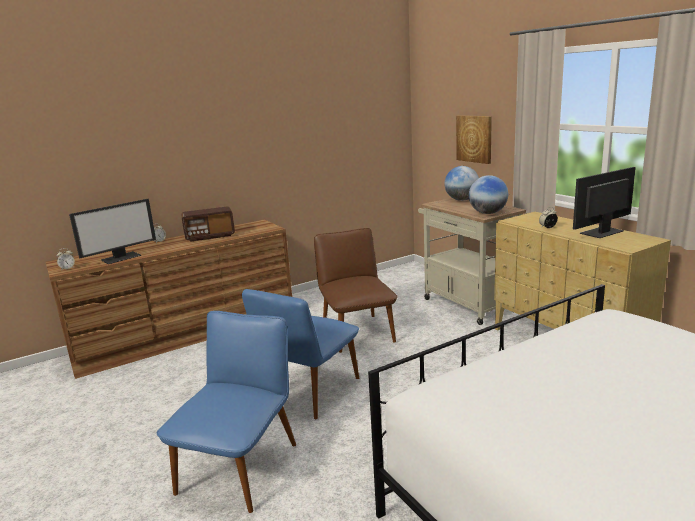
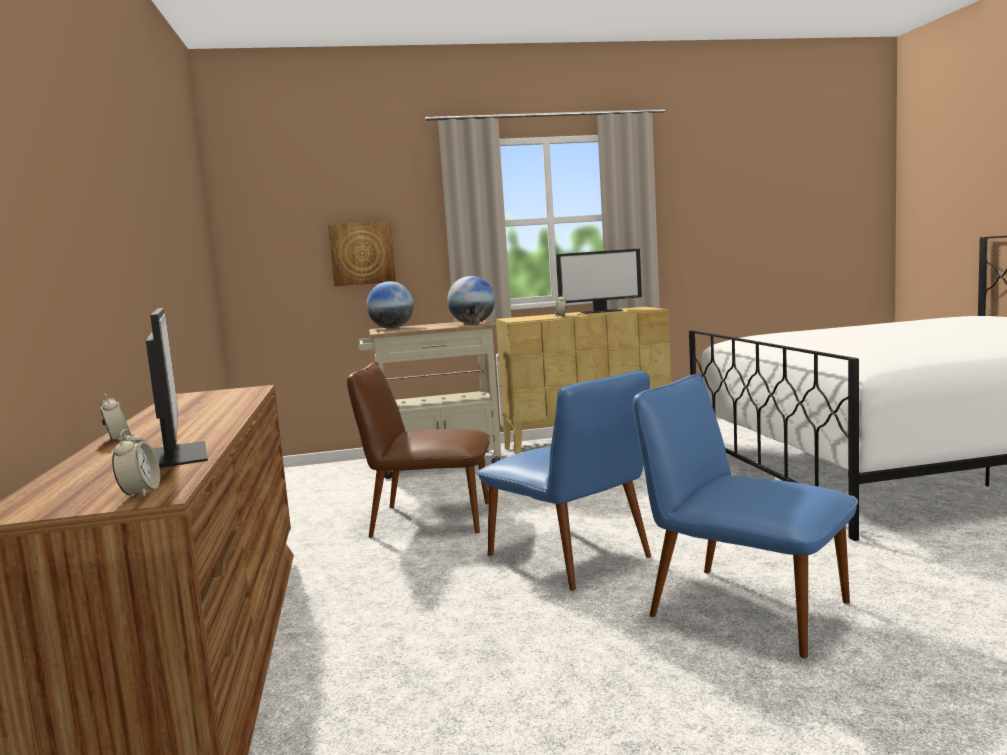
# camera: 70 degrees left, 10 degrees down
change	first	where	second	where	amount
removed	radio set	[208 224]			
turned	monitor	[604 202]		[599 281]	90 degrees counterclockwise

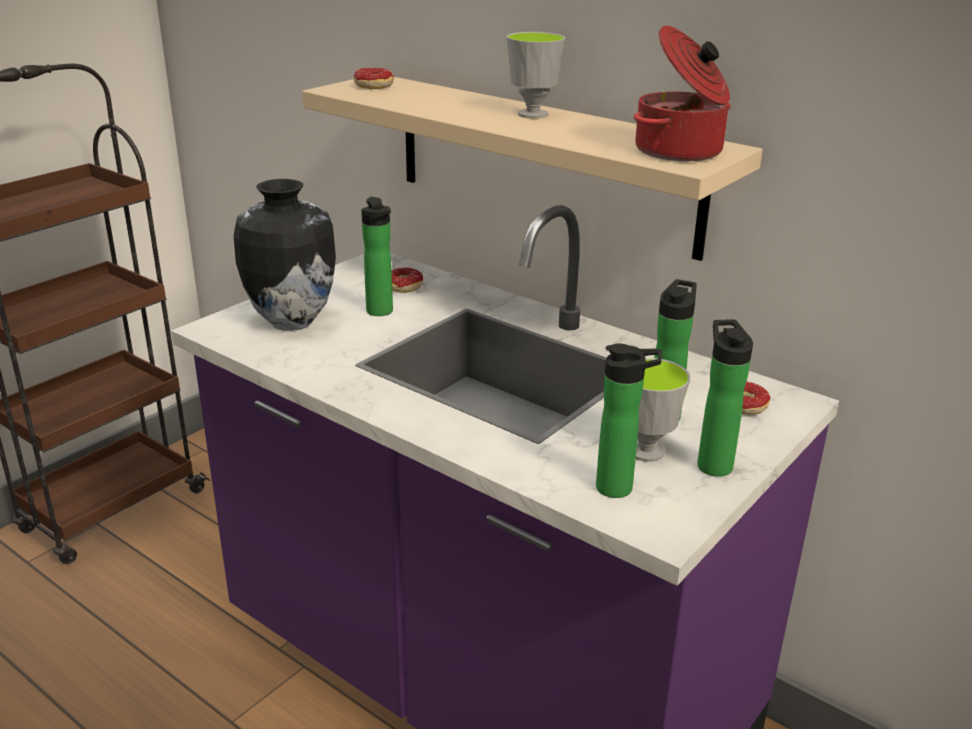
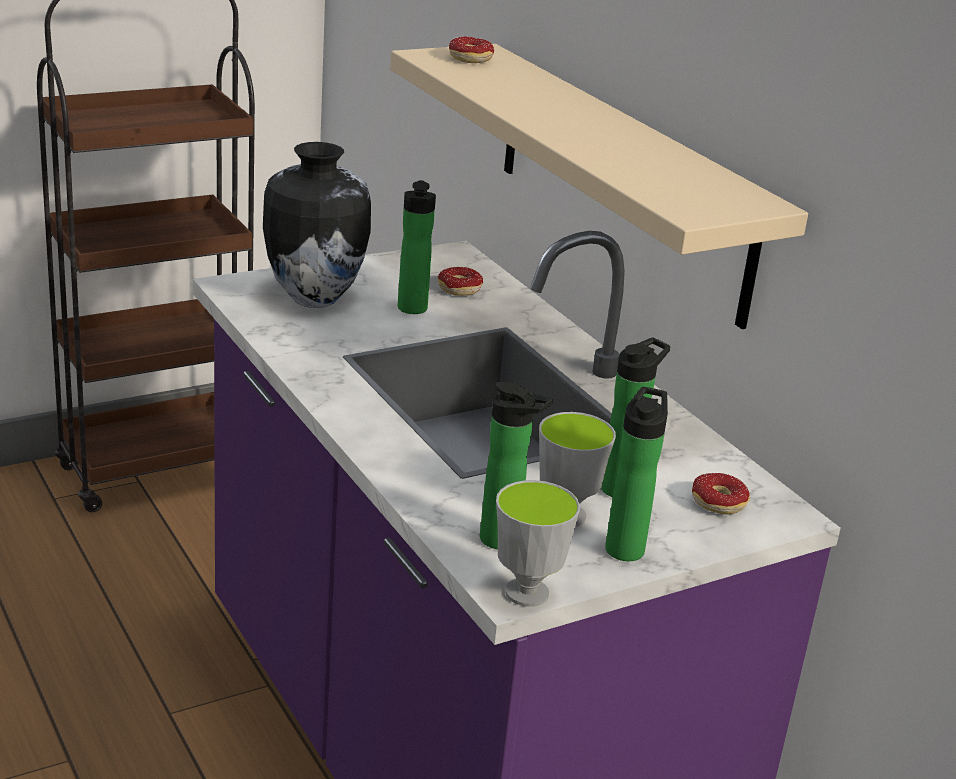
# camera: 20 degrees right, 0 degrees up
change	first	where	second	where	amount
moved	cup	[536 75]		[538 543]	
removed	cooking pot	[682 93]			

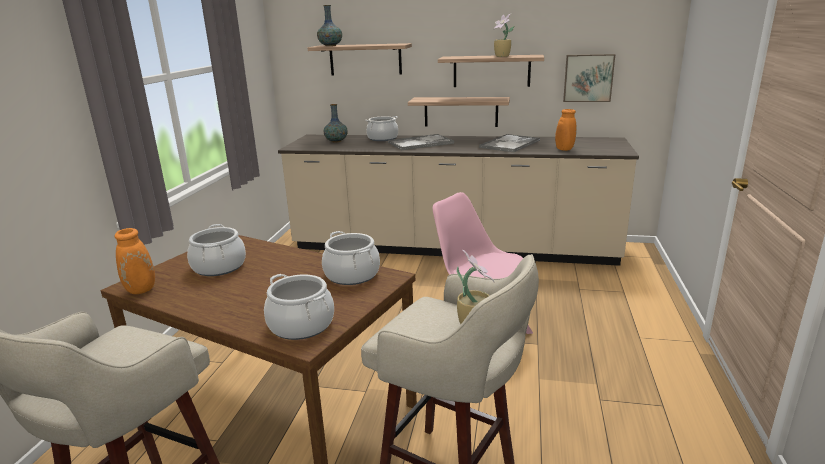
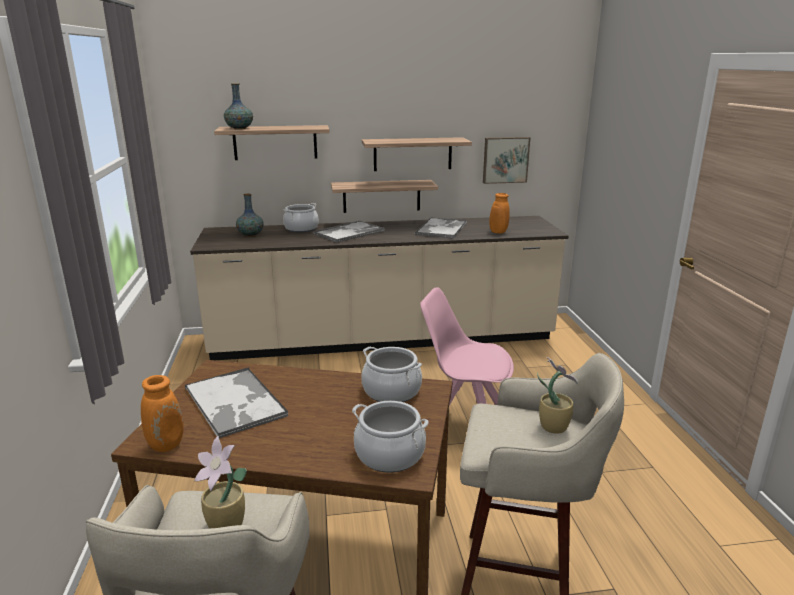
# camera: 20 degrees left, 0 degrees up
change	first	where	second	where	amount
replaced	cooking pot	[216 250]	tray	[237 402]	
moved	potted plant	[504 35]		[220 482]	

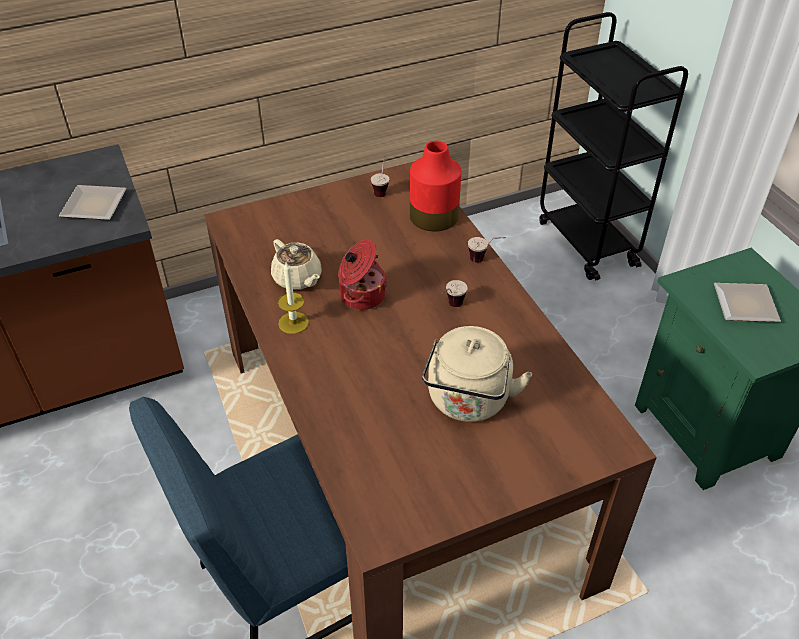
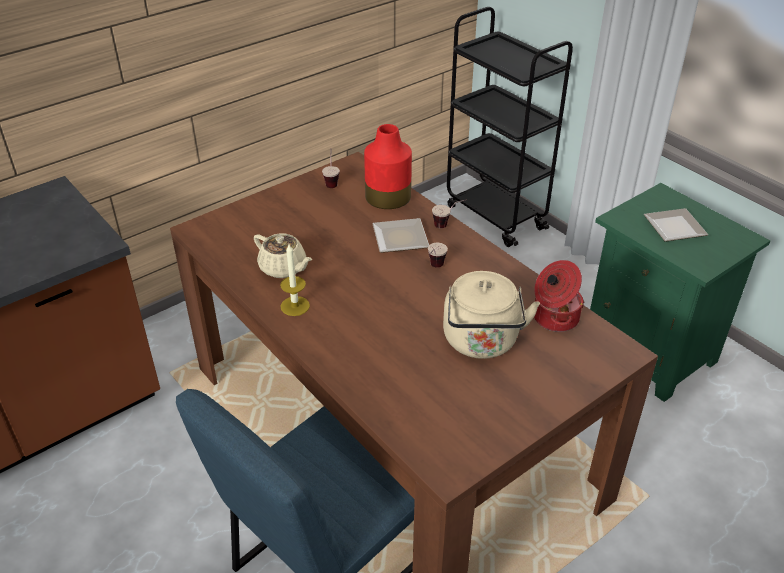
# camera: 15 degrees left, 5 degrees down
change	first	where	second	where	amount
moved	plate	[93 202]		[400 235]	
moved	cooking pot	[362 275]		[559 296]	

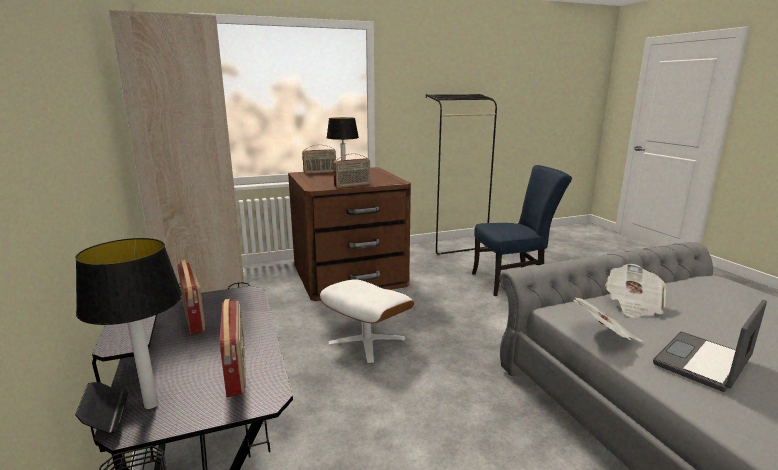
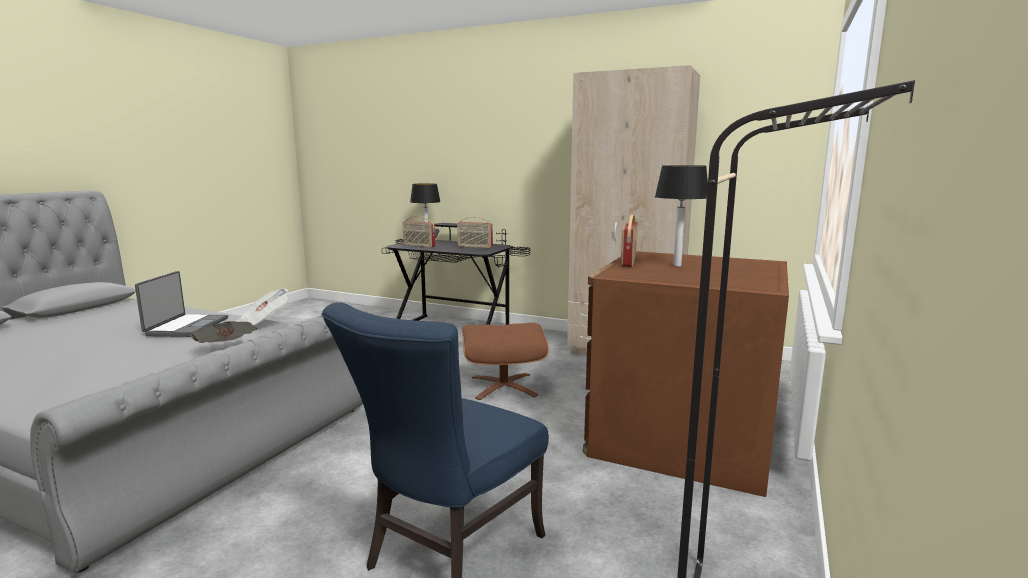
# camera: 135 degrees right, 5 degrees down
change	first	where	second	where	amount
removed	radio set	[319 159]			
recoloured	ottoman/white	[367 321]	ottoman/brown	[505 361]	

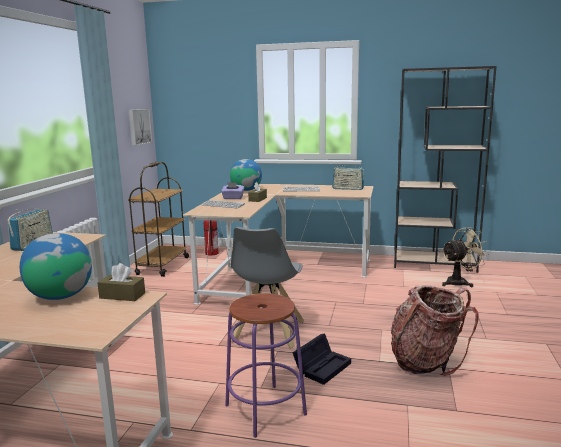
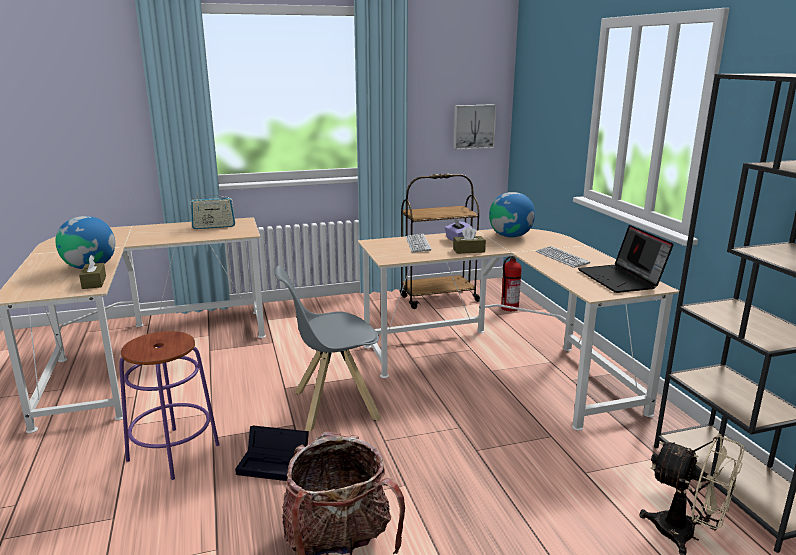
# camera: 60 degrees right, 5 degrees up
change	first	where	second	where	amount
replaced	radio set	[348 176]	laptop	[626 259]	

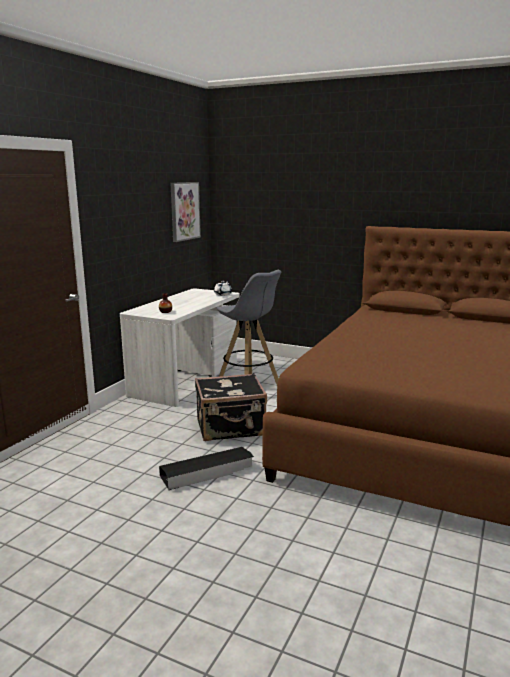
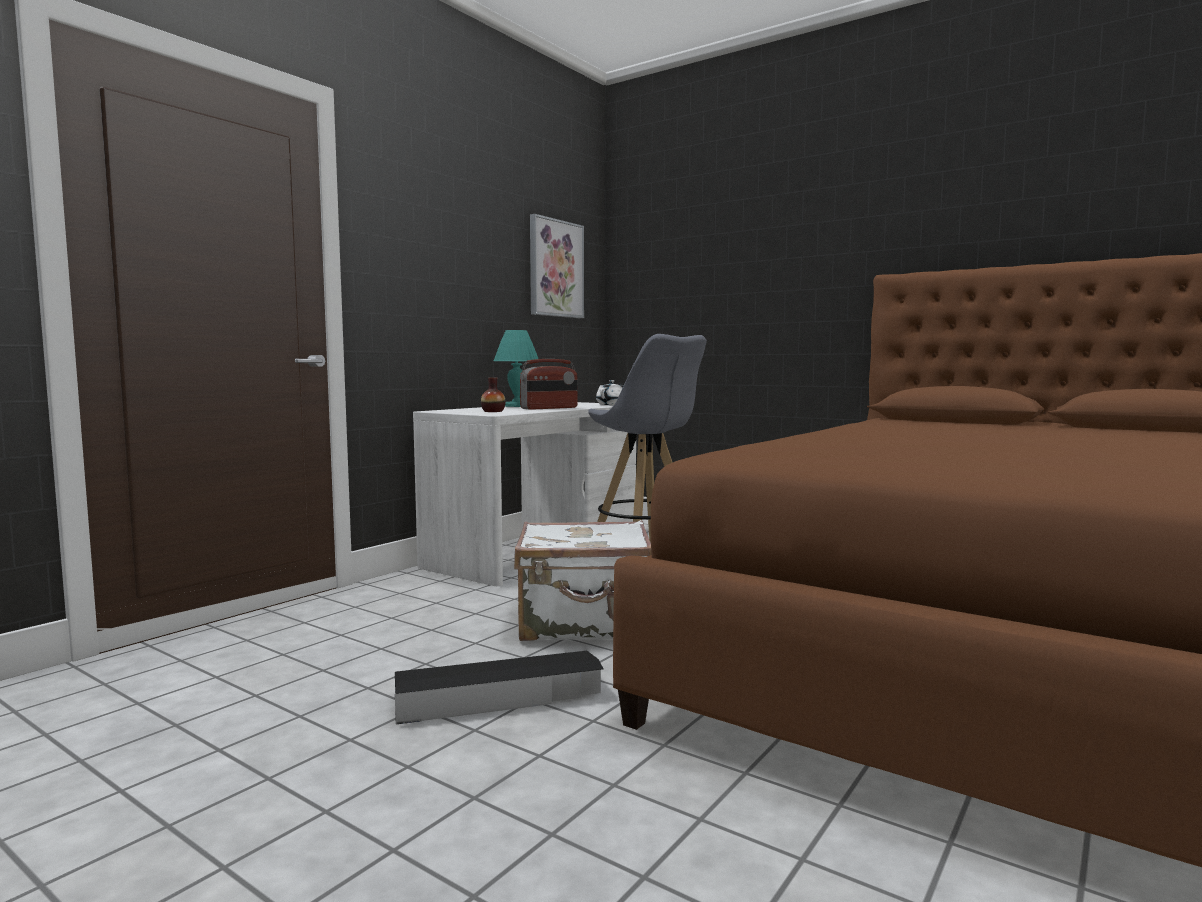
# camera: 10 degrees right, 10 degrees down
change	first	where	second	where	amount
recoloured	piece of luggage/black	[231 407]	piece of luggage/white	[583 580]	
added			tabletop lamp/turquoise	[516 368]	
added			radio set	[549 384]	

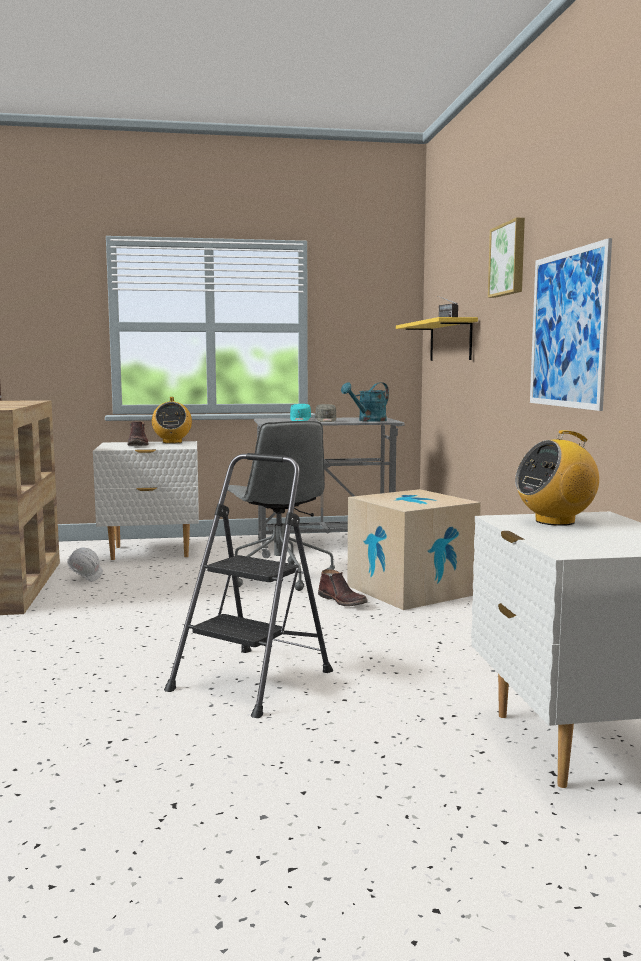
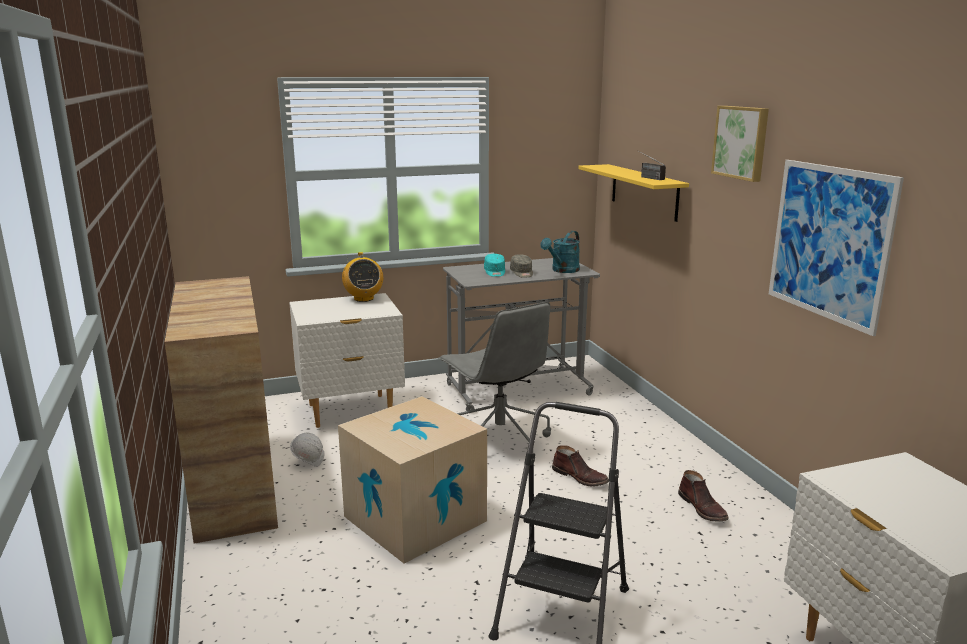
# camera: 10 degrees left, 10 degrees up
change	first	where	second	where	amount
moved	boot/brown	[138 433]		[703 496]	
moved	packing box	[414 549]		[412 480]	
removed	radio set	[557 478]			

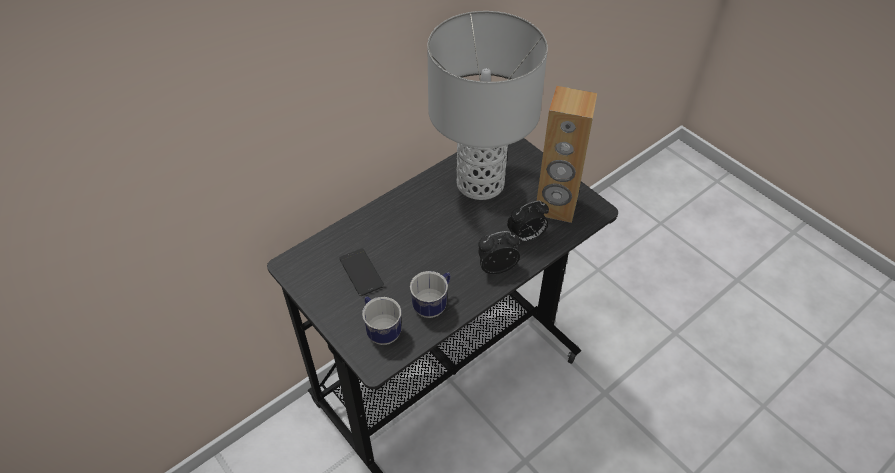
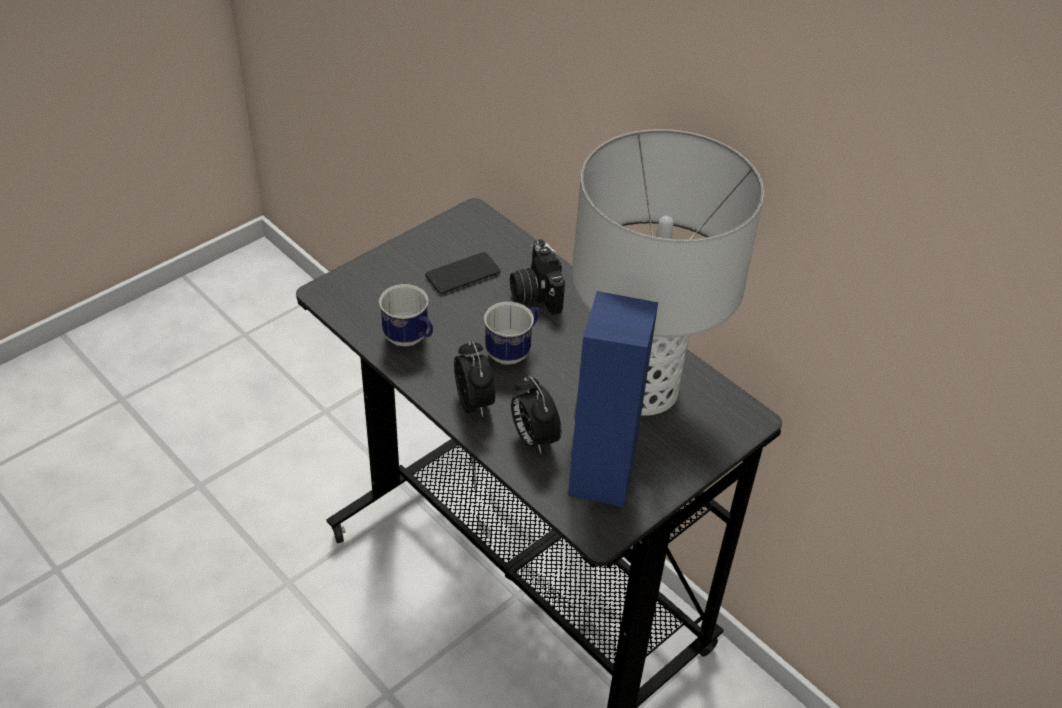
# camera: 85 degrees right, 5 degrees down
change	first	where	second	where	amount
moved	coffee mug	[381 321]		[511 333]	
recoloured	speaker/brown	[567 154]	speaker/bluish	[613 399]	
added			still camera	[537 277]	

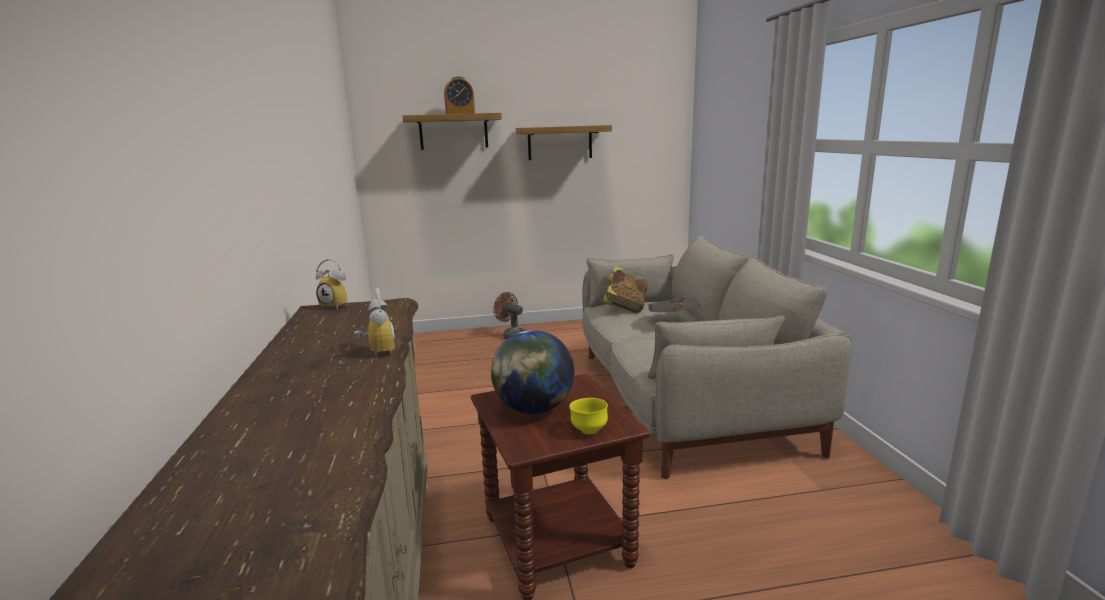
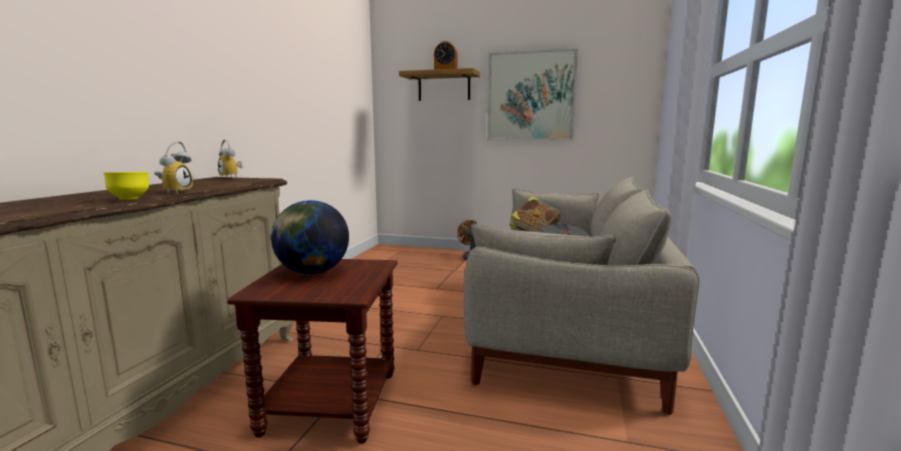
# camera: 25 degrees right, 5 degrees down
change	first	where	second	where	amount
replaced	bracket shelf	[564 142]	picture	[532 94]	
moved	deep dish/yellowish	[588 416]		[126 186]	

